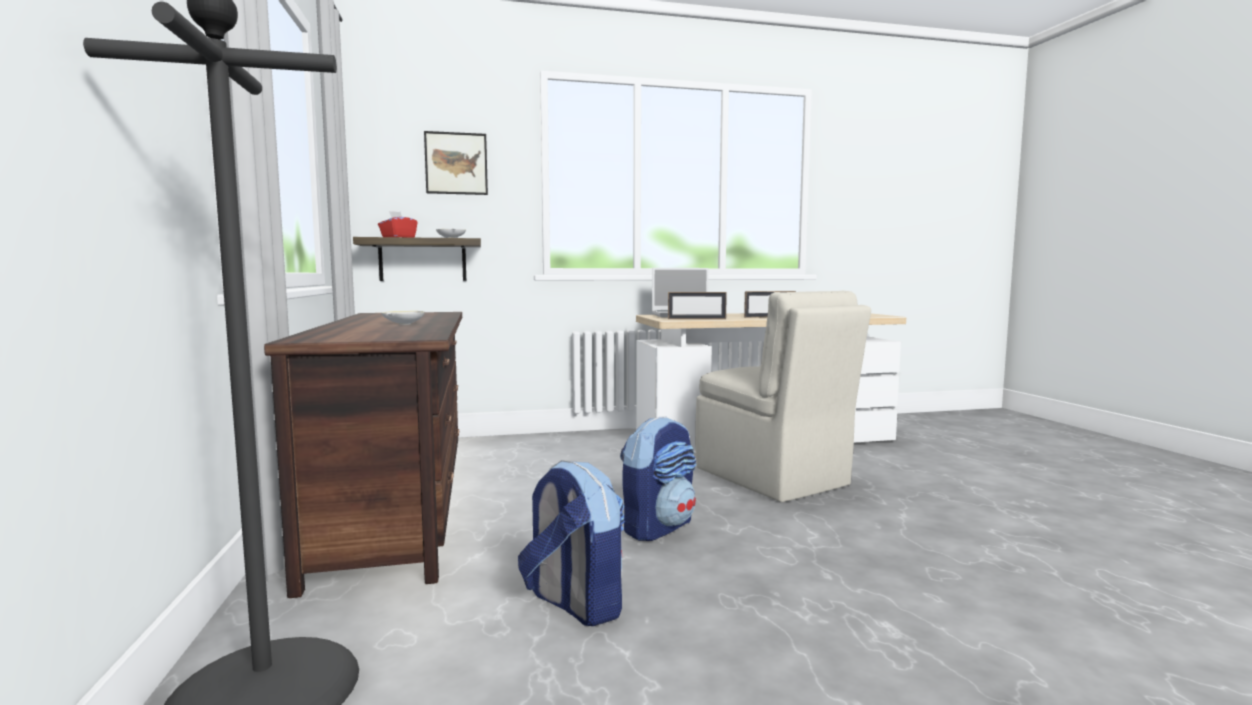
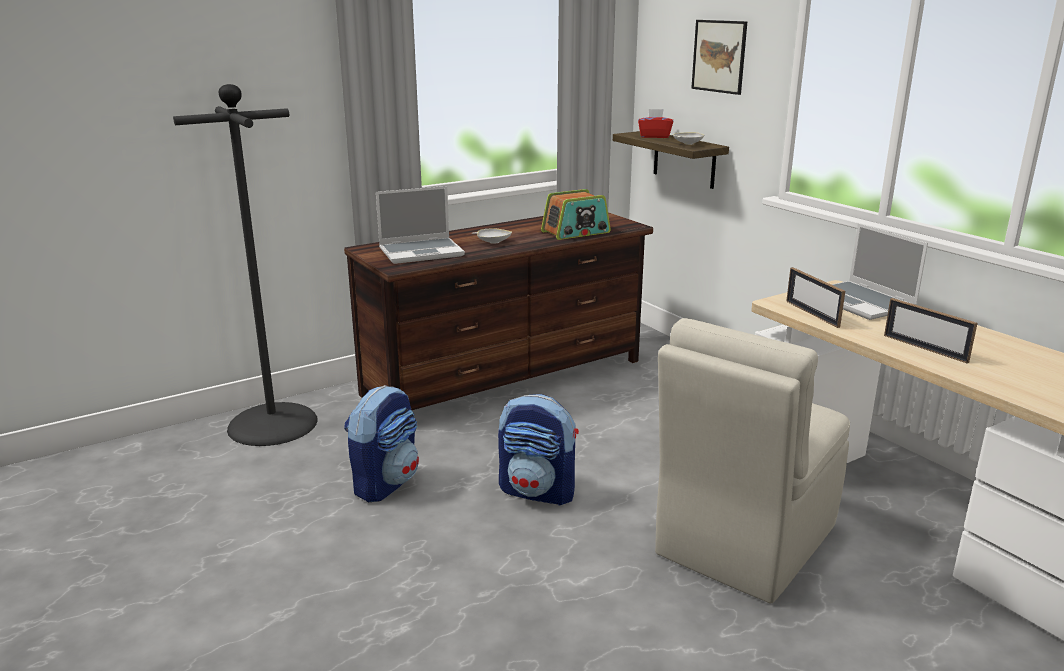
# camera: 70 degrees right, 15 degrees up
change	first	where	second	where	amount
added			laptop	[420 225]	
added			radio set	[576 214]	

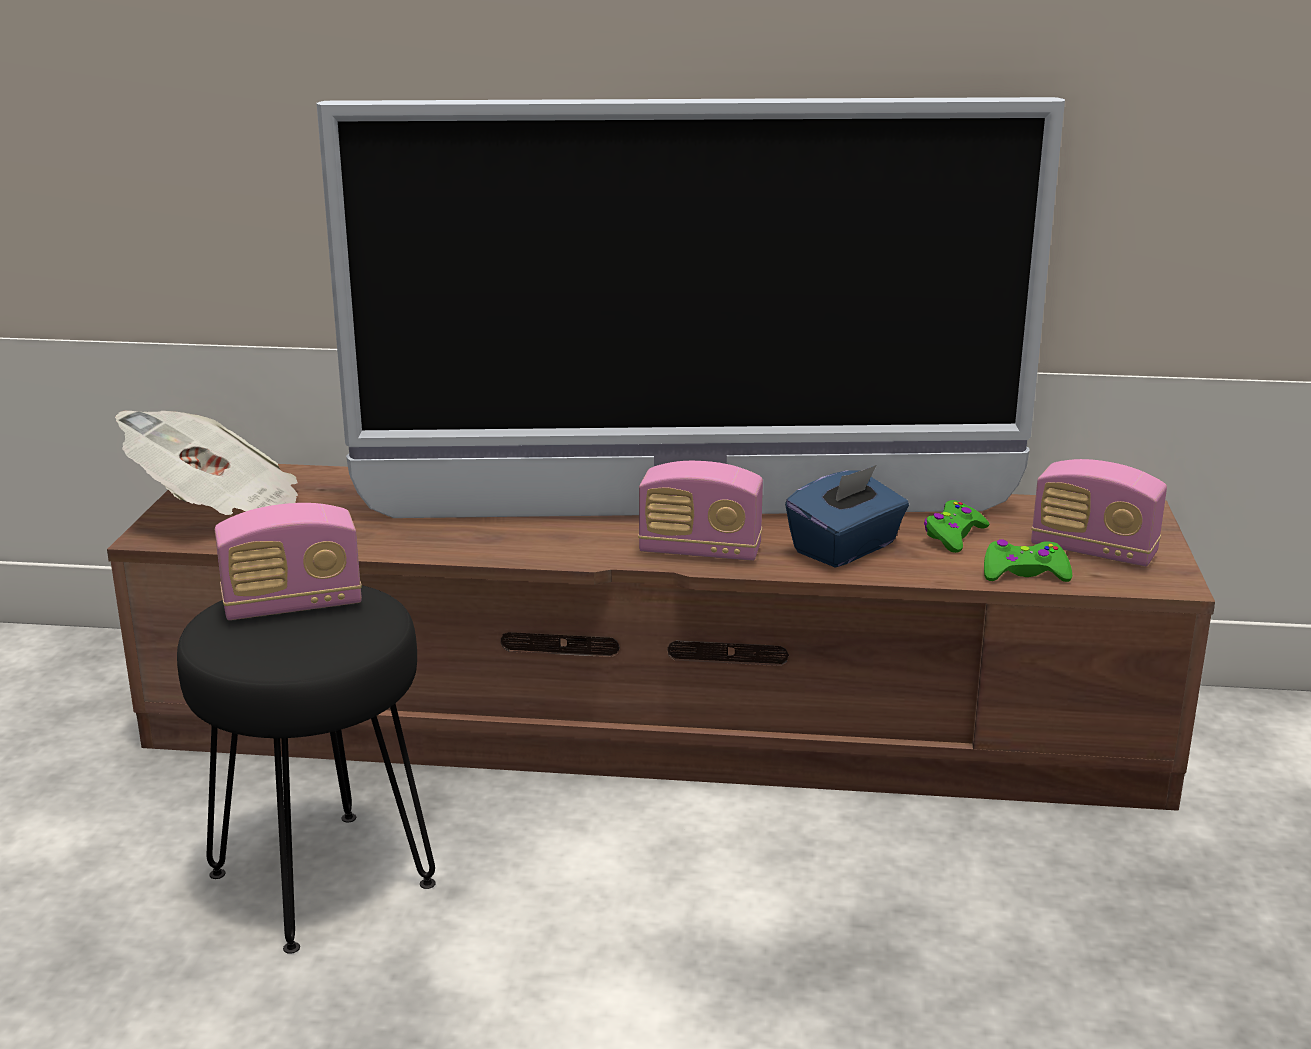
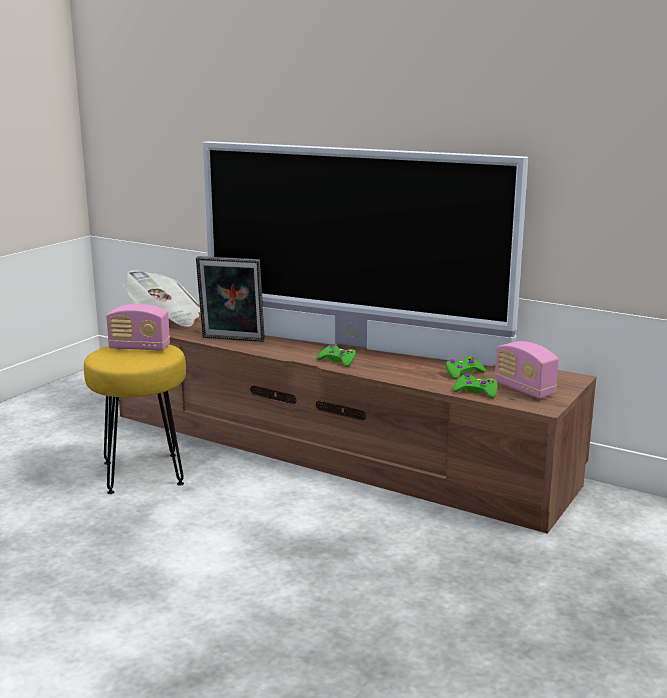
# camera: 25 degrees right, 5 degrees down
change	first	where	second	where	amount
recoloured	stool seat/black	[306 769]	stool seat/yellowish	[135 419]	
replaced	radio set	[700 511]	gamepad/green-coloured	[336 355]	
removed	box of tissues/bluish	[847 516]			
added			picture frame	[230 299]	

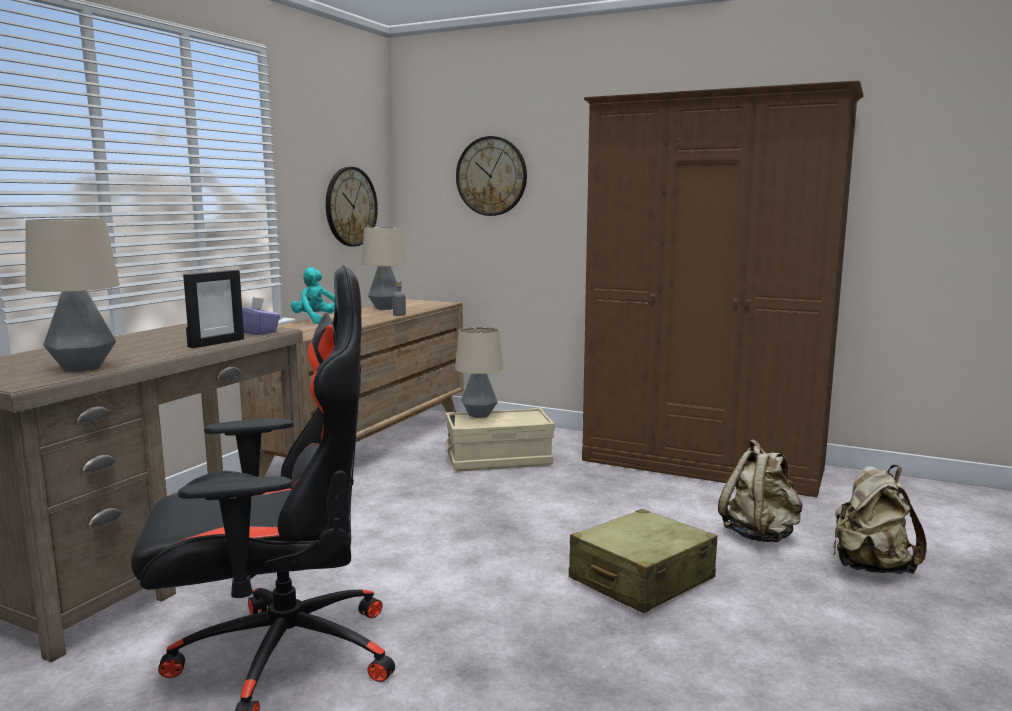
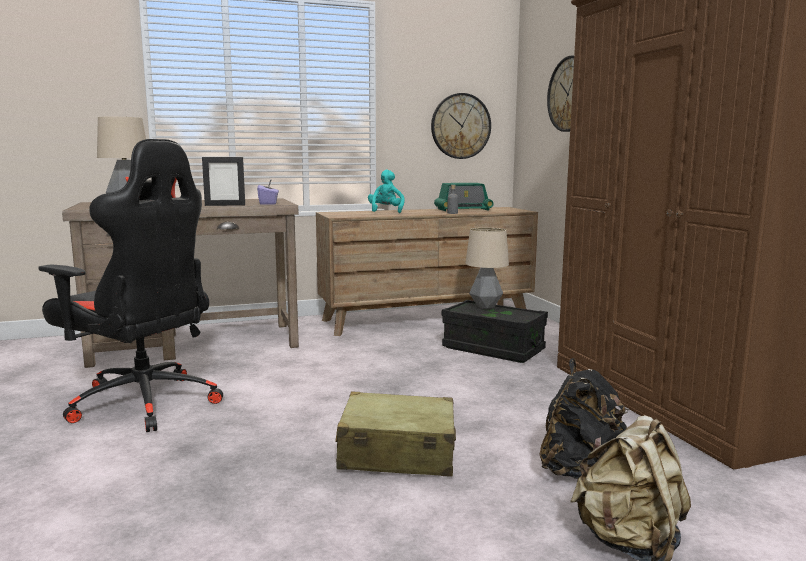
# camera: 45 degrees right, 0 degrees up
change	first	where	second	where	amount
replaced	tabletop lamp	[384 268]	radio set	[464 197]	
recoloured	storage container/beige-coloured	[500 440]	storage container/black	[495 331]	
recoloured	backpack/beige-coloured	[760 490]	backpack/black	[584 418]	

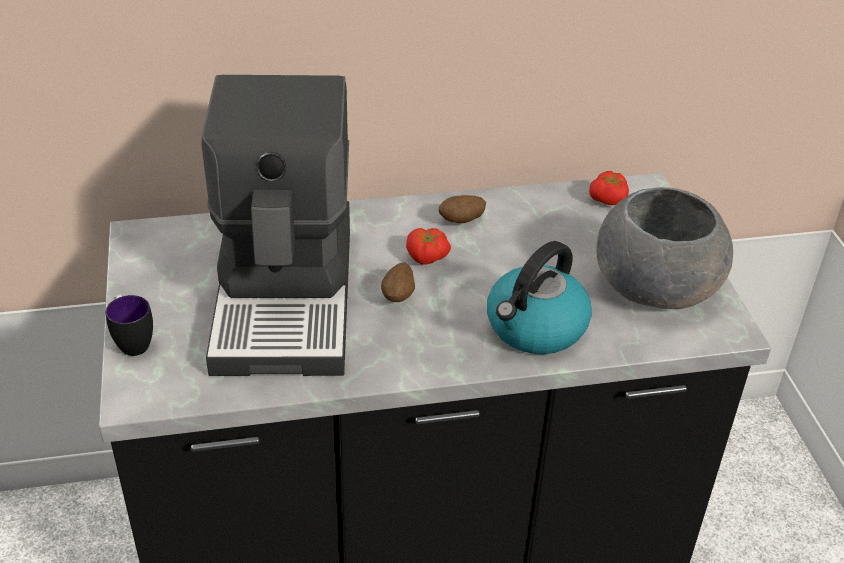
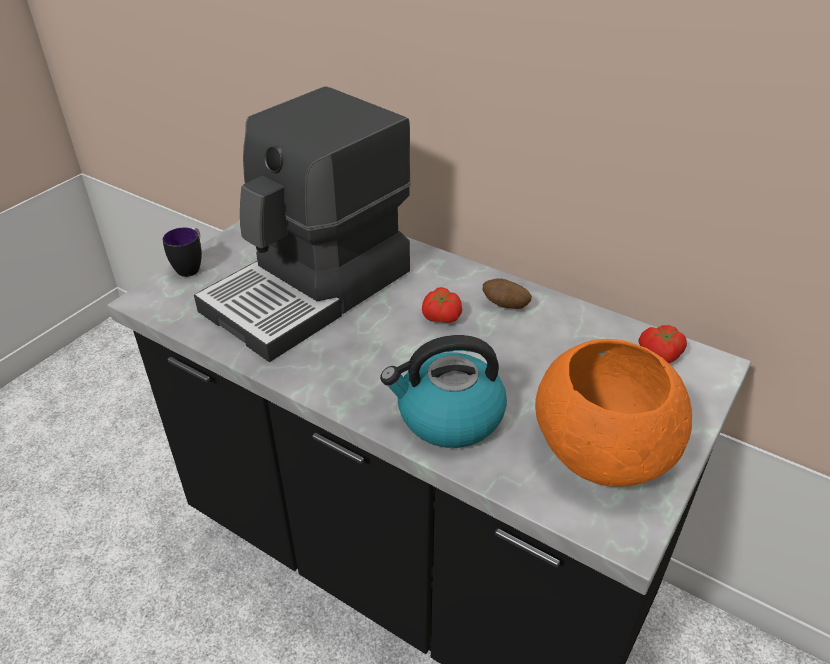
# camera: 45 degrees right, 0 degrees up
change	first	where	second	where	amount
removed	potato	[398 282]			
recoloured	deep dish/greyish	[664 248]	deep dish/orange-coloured	[613 413]	

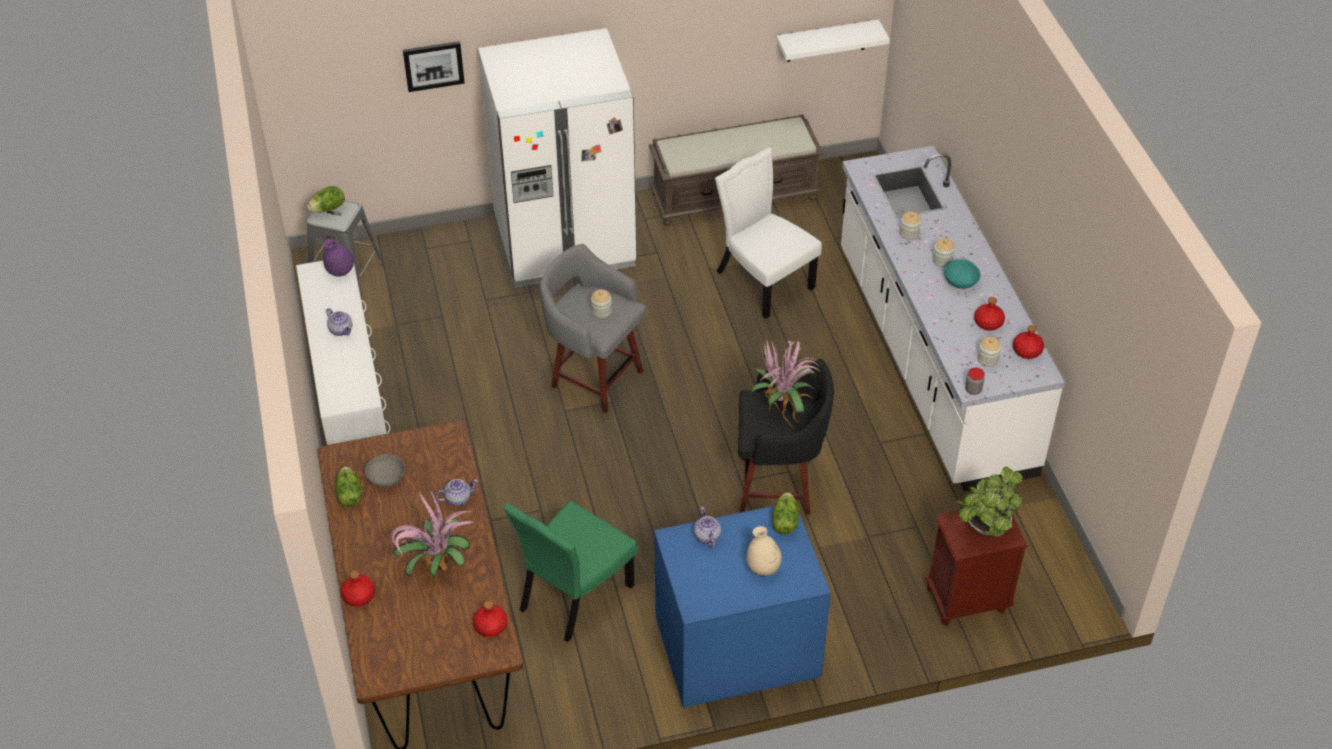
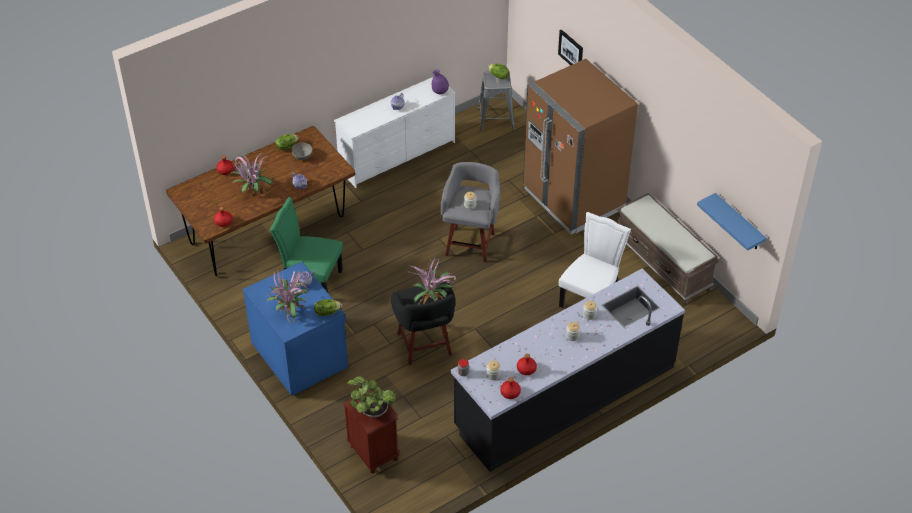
# camera: 70 degrees right, 0 degrees up
change	first	where	second	where	amount
recoloured	refrigerator/white	[557 157]	refrigerator/brown	[580 146]	
replaced	decorative vase/beige-coloured	[764 551]	potted plant	[288 298]	
recoloured	bracket shelf/white	[833 40]	bracket shelf/bluish	[731 222]	
recoloured	kitchen counter/white	[953 319]	kitchen counter/black	[568 370]	
removed	deep dish/turquoise	[962 274]			

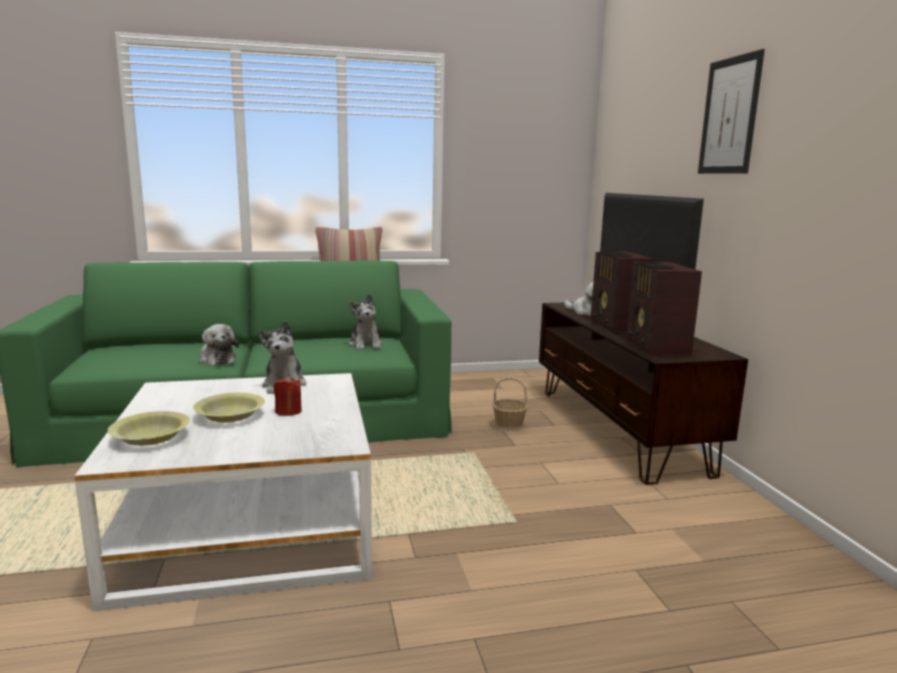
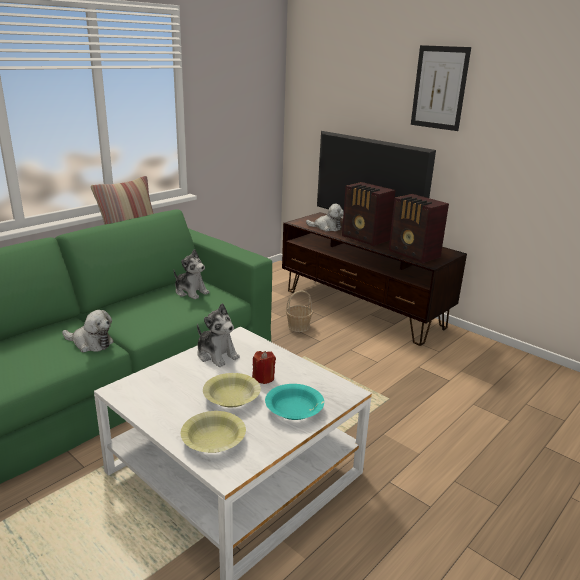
# camera: 35 degrees left, 10 degrees up
change	first	where	second	where	amount
added			deep dish/turquoise	[294 402]	

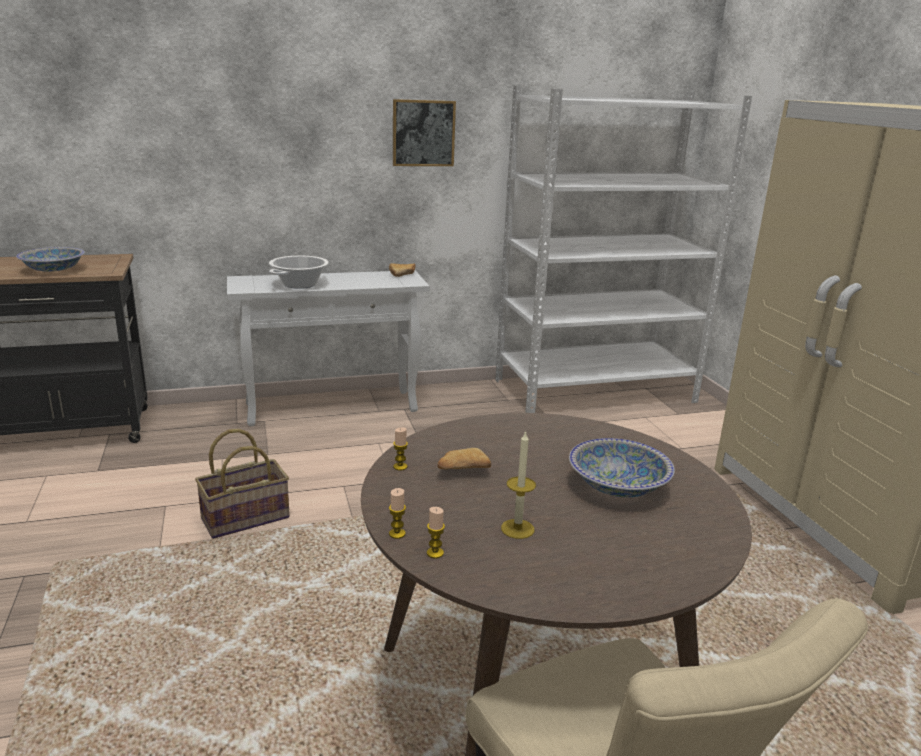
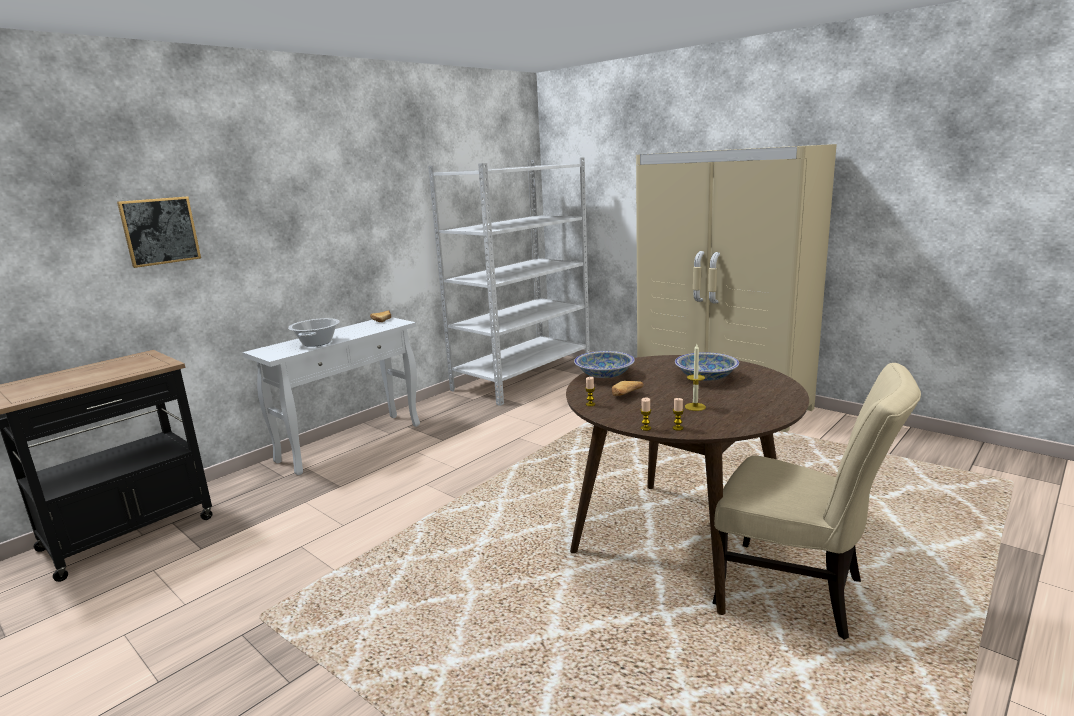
# camera: 30 degrees left, 5 degrees down
change	first	where	second	where	amount
moved	deep dish	[50 259]		[604 364]	
removed	storage basket	[242 484]			
moved	picture	[424 132]		[159 232]	

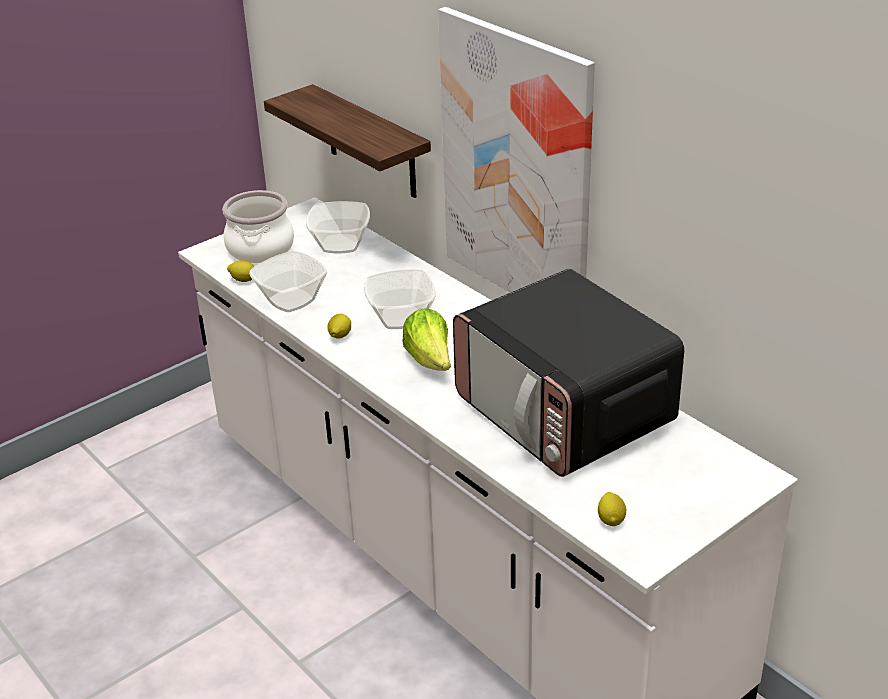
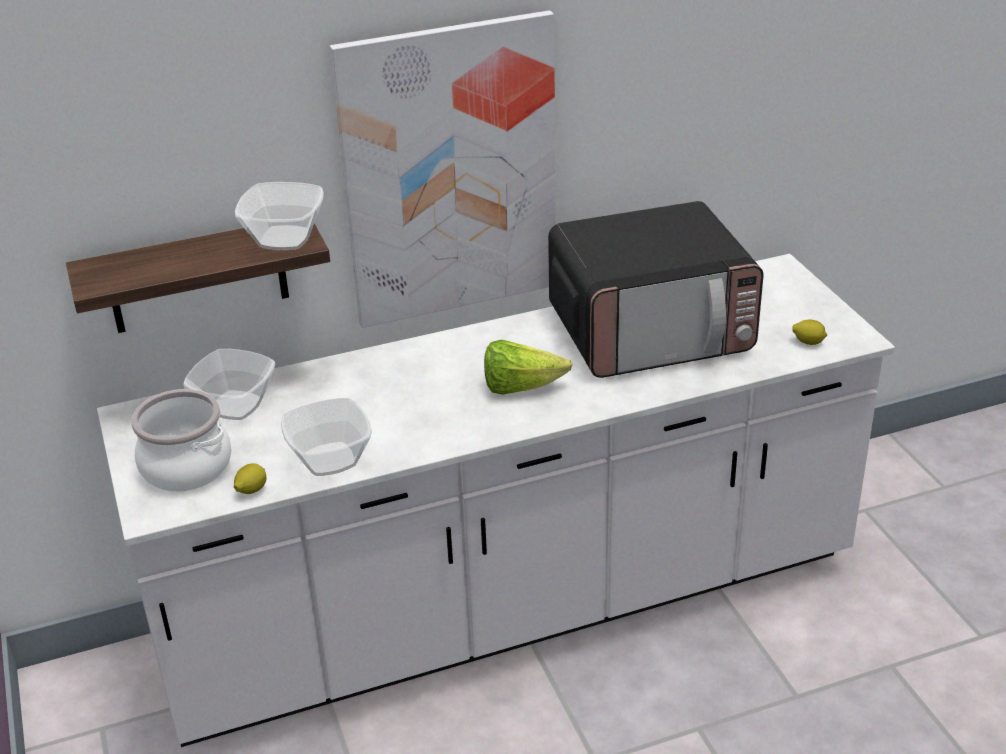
# camera: 70 degrees left, 0 degrees up
change	first	where	second	where	amount
removed	lemon	[339 326]			
moved	deep dish	[400 299]		[279 216]	

